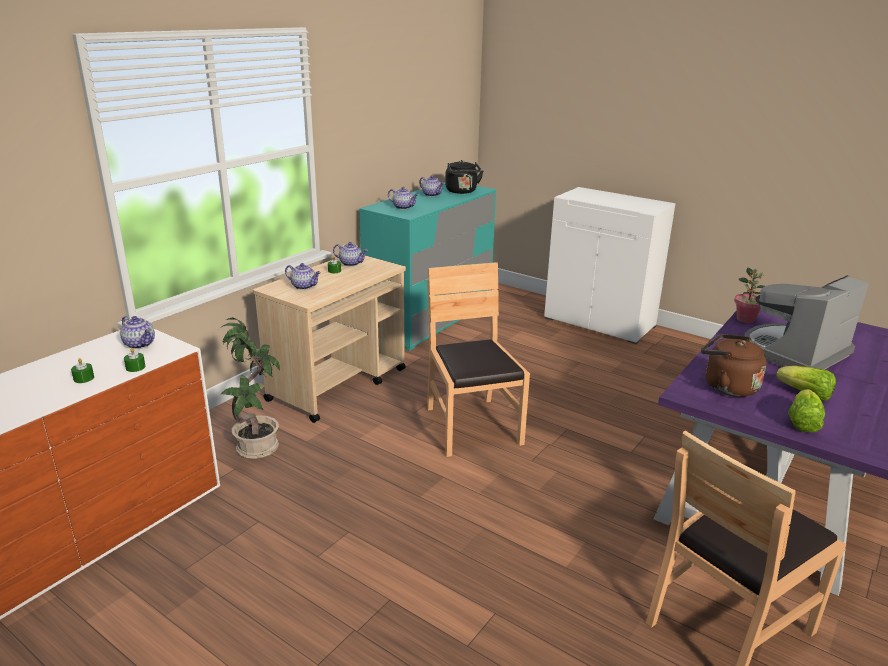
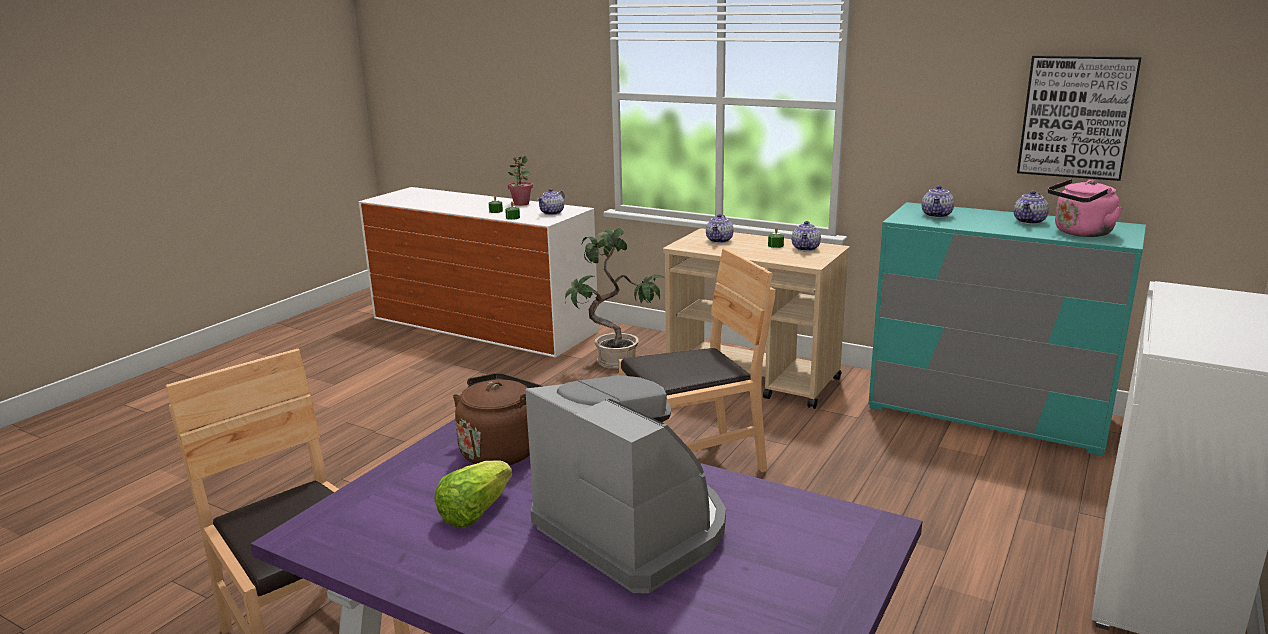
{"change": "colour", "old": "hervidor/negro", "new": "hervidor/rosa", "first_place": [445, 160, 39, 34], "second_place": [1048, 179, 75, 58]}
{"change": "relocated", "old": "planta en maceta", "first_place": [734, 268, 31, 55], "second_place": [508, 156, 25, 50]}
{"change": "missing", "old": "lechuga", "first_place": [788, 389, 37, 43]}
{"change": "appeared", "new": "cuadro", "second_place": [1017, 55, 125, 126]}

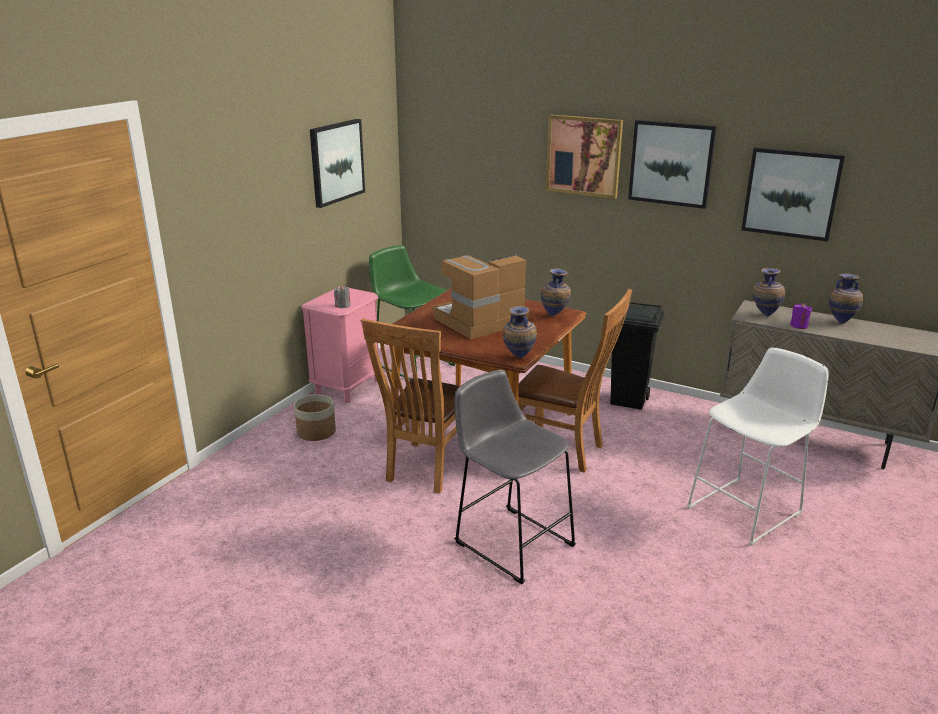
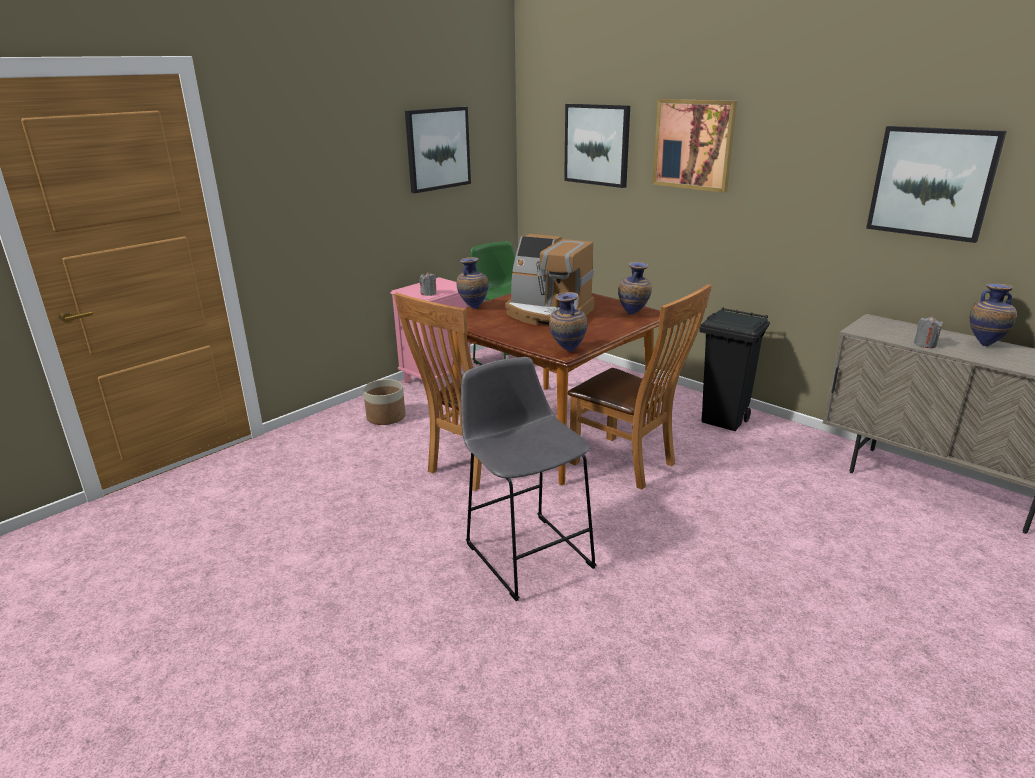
{"change": "spun", "old": "cafetera", "first_place": [432, 254, 97, 85], "second_place": [505, 234, 90, 91], "degrees": -135}
{"change": "relocated", "old": "cuadro", "first_place": [628, 120, 89, 89], "second_place": [564, 104, 66, 84]}
{"change": "missing", "old": "taburete/blanco", "first_place": [687, 347, 142, 199]}
{"change": "relocated", "old": "florero", "first_place": [752, 268, 33, 49], "second_place": [456, 257, 32, 52]}
{"change": "colour", "old": "vela/morado", "new": "vela/gris", "first_place": [790, 303, 22, 26], "second_place": [914, 316, 29, 32]}

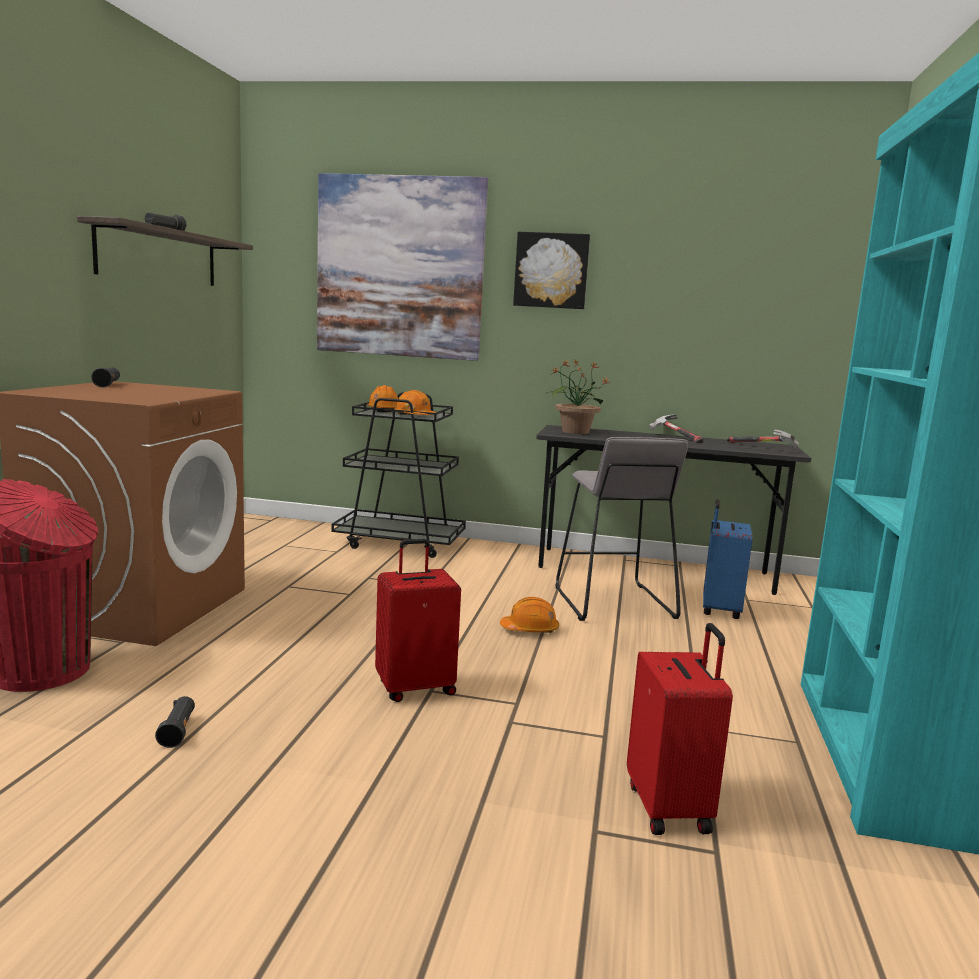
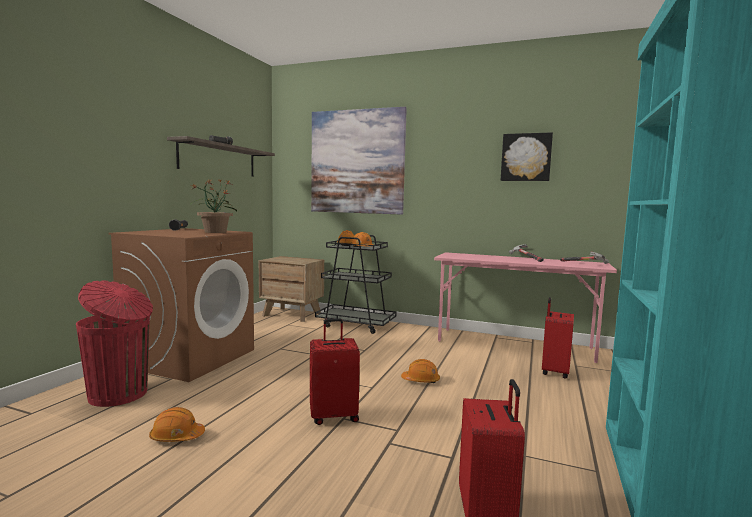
{"change": "exchanged", "old": "linterna/negro", "new": "casco/naranja", "first_place": [155, 696, 40, 52], "second_place": [149, 407, 56, 35]}
{"change": "relocated", "old": "cuadro", "first_place": [513, 232, 77, 77], "second_place": [501, 132, 52, 49]}
{"change": "colour", "old": "escritorio/gris", "new": "escritorio/rosa", "first_place": [536, 425, 275, 170], "second_place": [434, 252, 183, 111]}
{"change": "relocated", "old": "planta en maceta", "first_place": [545, 359, 63, 75], "second_place": [190, 180, 47, 53]}
{"change": "missing", "old": "taburete/gris", "first_place": [555, 437, 133, 184]}
{"change": "colour", "old": "maleta/azul", "new": "maleta/rojo", "first_place": [703, 499, 50, 120], "second_place": [542, 297, 32, 82]}
{"change": "appeared", "new": "mesita de noche/marrón", "second_place": [259, 256, 65, 66]}

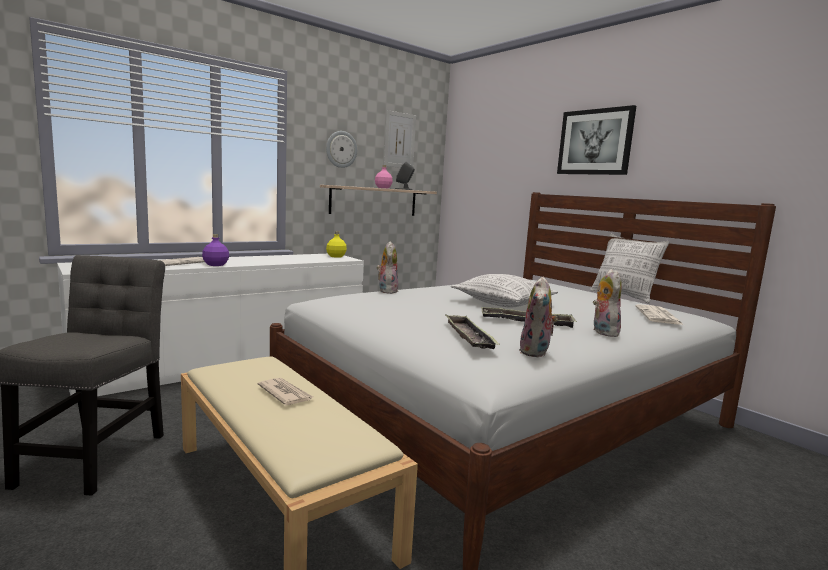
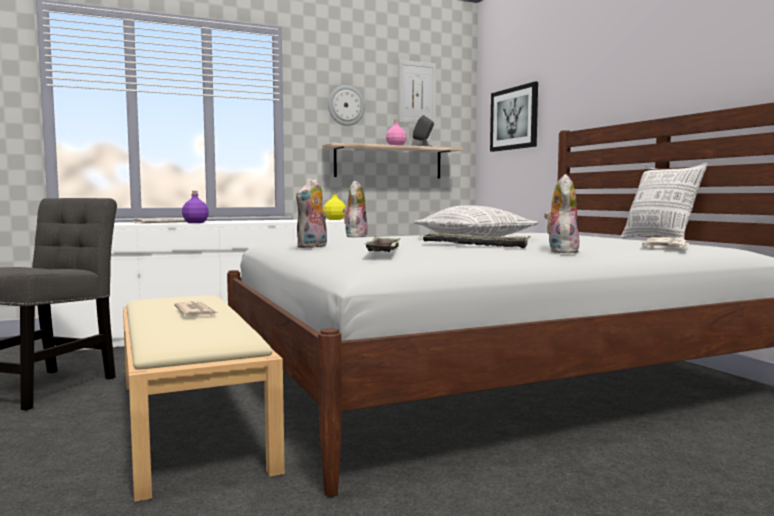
{"change": "relocated", "old": "peluche", "first_place": [520, 277, 38, 80], "second_place": [296, 178, 31, 70]}
{"change": "relocated", "old": "cuadro", "first_place": [557, 105, 79, 70], "second_place": [490, 82, 48, 70]}

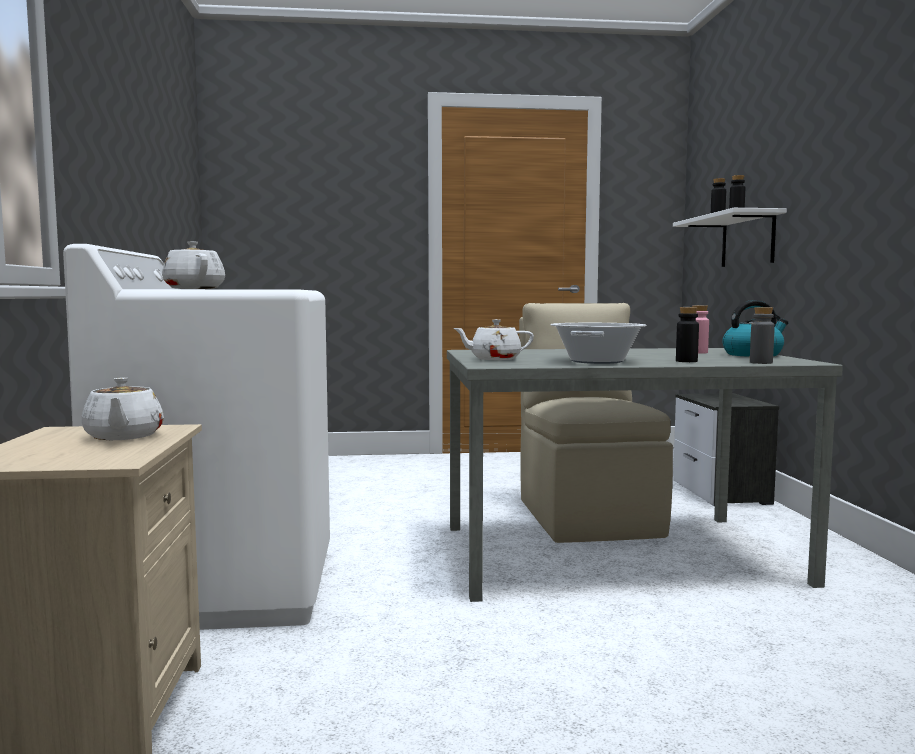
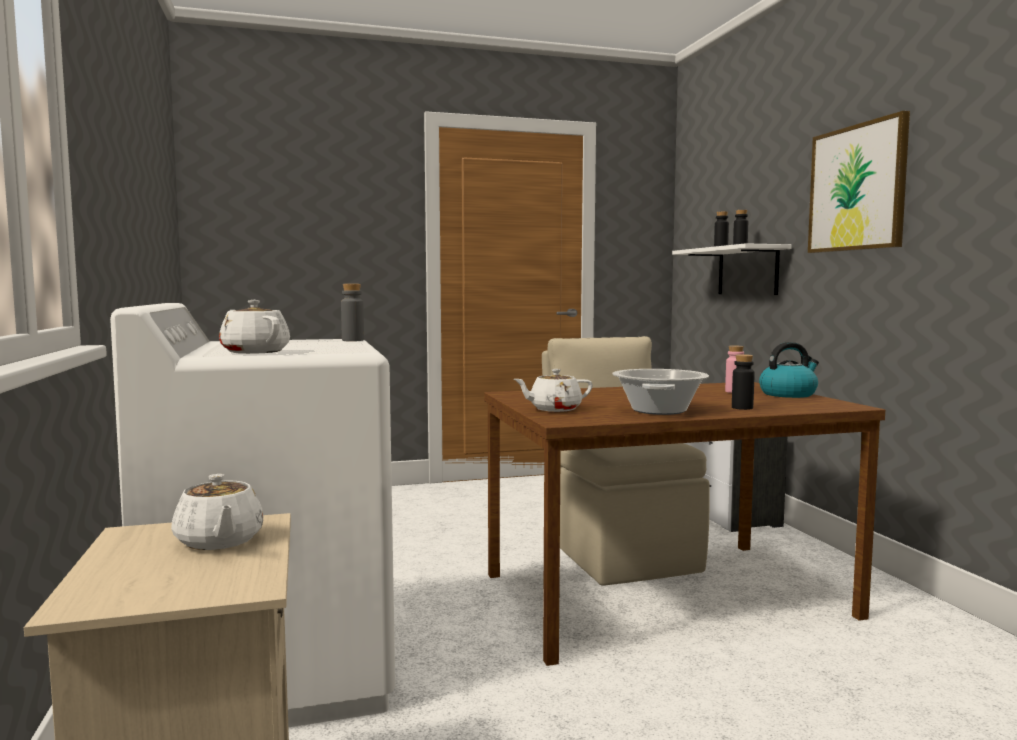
{"change": "colour", "old": "mesa de comedor/gris", "new": "mesa de comedor/marrón", "first_place": [447, 348, 396, 254], "second_place": [484, 382, 401, 284]}
{"change": "relocated", "old": "botella/gris", "first_place": [750, 307, 25, 57], "second_place": [341, 284, 23, 57]}
{"change": "appeared", "new": "cuadro", "second_place": [808, 111, 102, 142]}

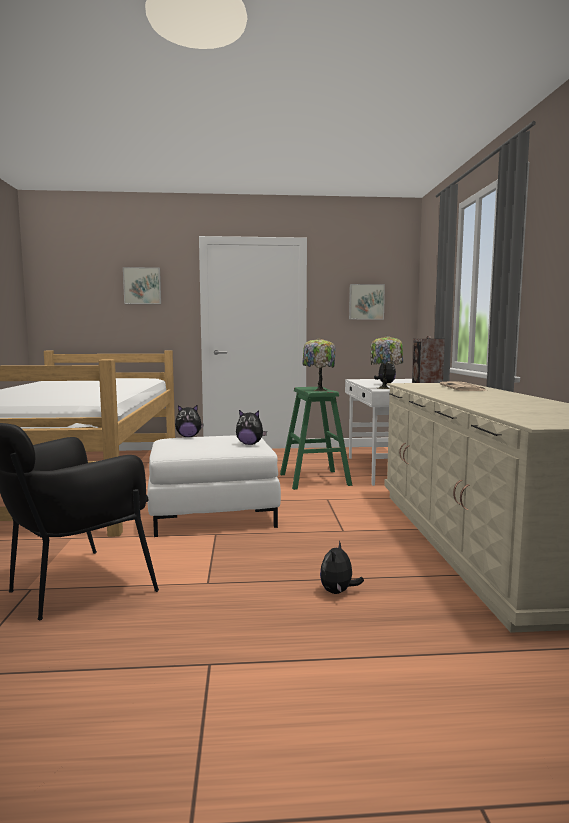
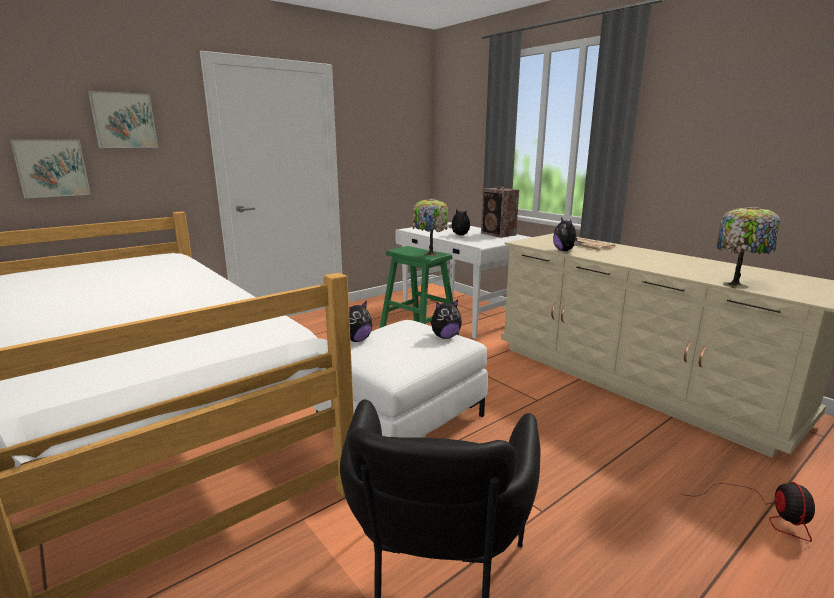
{"change": "relocated", "old": "peluche", "first_place": [320, 540, 44, 54], "second_place": [553, 217, 27, 34]}
{"change": "relocated", "old": "cuadro", "first_place": [349, 284, 36, 36], "second_place": [10, 139, 81, 59]}
{"change": "relocated", "old": "lámpara de mesa", "first_place": [370, 336, 33, 53], "second_place": [717, 206, 63, 83]}
{"change": "appeared", "new": "ventilador", "second_place": [680, 482, 135, 60]}

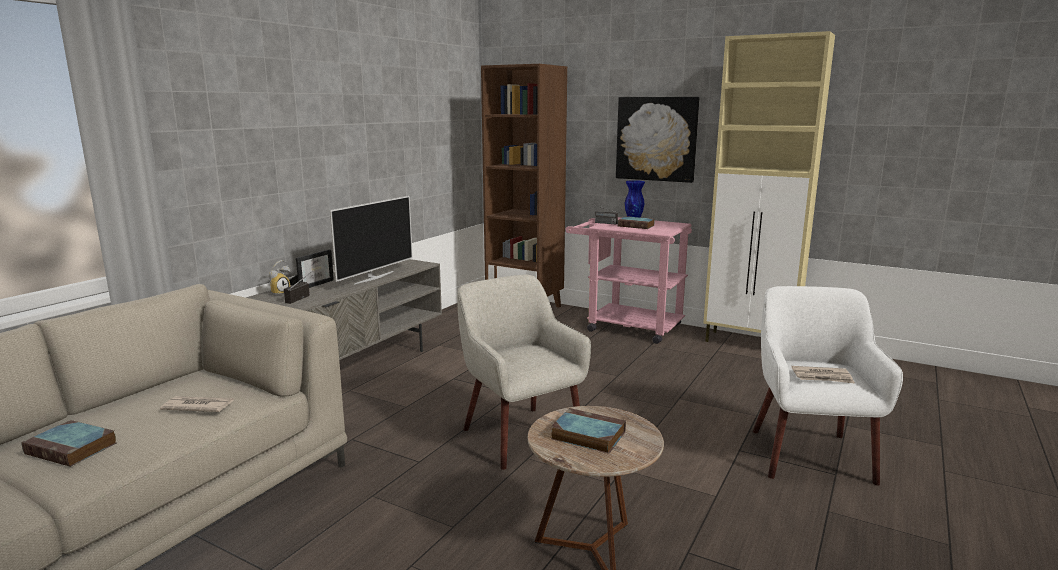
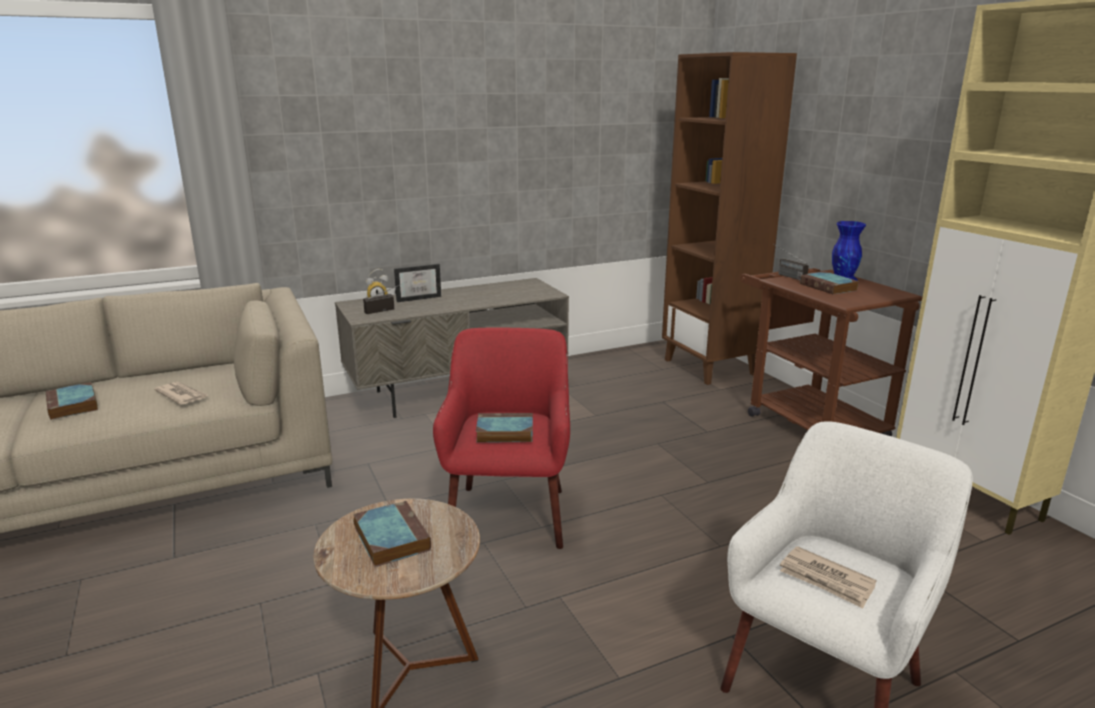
{"change": "missing", "old": "televisor", "first_place": [330, 196, 83, 89]}
{"change": "colour", "old": "sillón/beis", "new": "sillón/rojo", "first_place": [457, 275, 134, 195], "second_place": [433, 328, 137, 221]}
{"change": "colour", "old": "carrito/rosa", "new": "carrito/marrón", "first_place": [565, 217, 127, 127], "second_place": [740, 268, 182, 168]}
{"change": "missing", "old": "cuadro", "first_place": [616, 97, 83, 86]}
{"change": "appeared", "new": "libro", "second_place": [476, 413, 57, 30]}

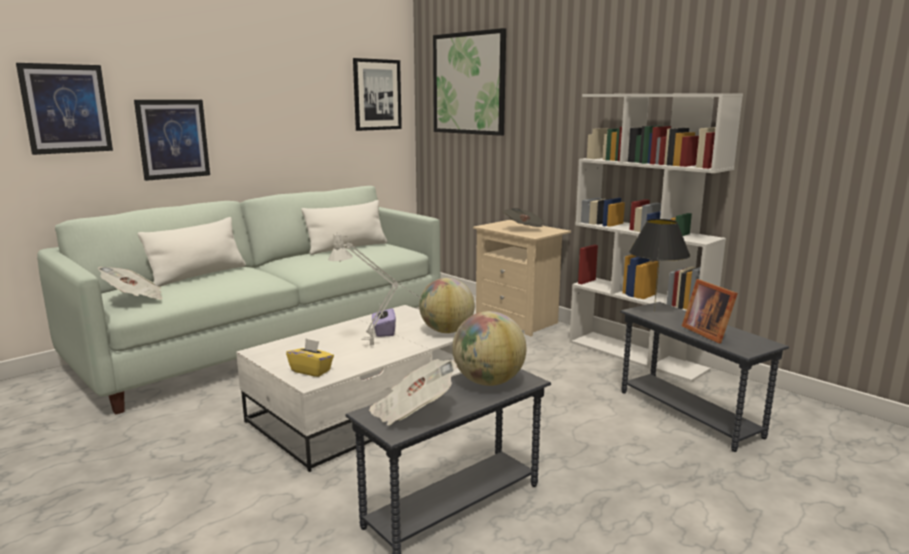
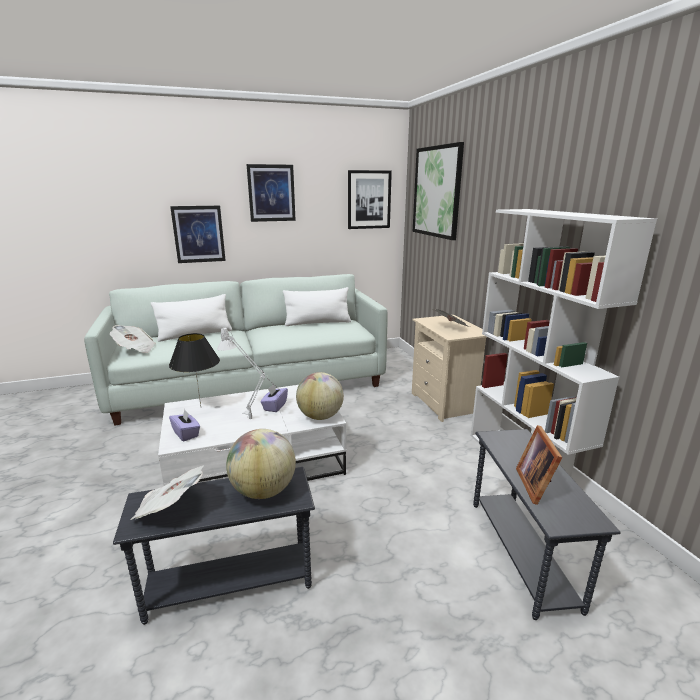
{"change": "relocated", "old": "cuadro", "first_place": [16, 63, 97, 92], "second_place": [247, 164, 49, 58]}
{"change": "colour", "old": "caja de pañuelos/amarillo", "new": "caja de pañuelos/morado", "first_place": [286, 339, 48, 38], "second_place": [169, 409, 31, 33]}
{"change": "relocated", "old": "lámpara de mesa/negro", "first_place": [629, 219, 61, 92], "second_place": [169, 333, 51, 74]}

